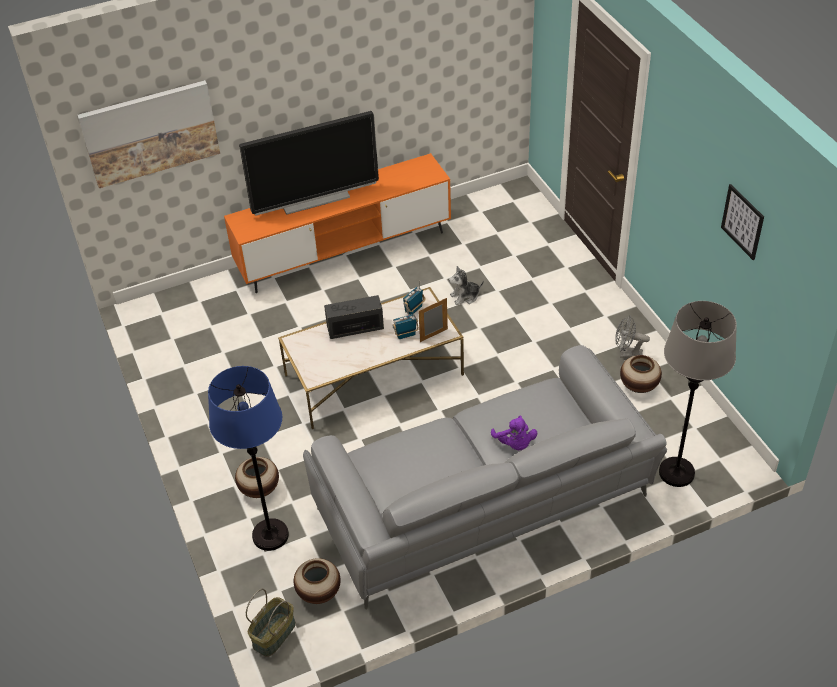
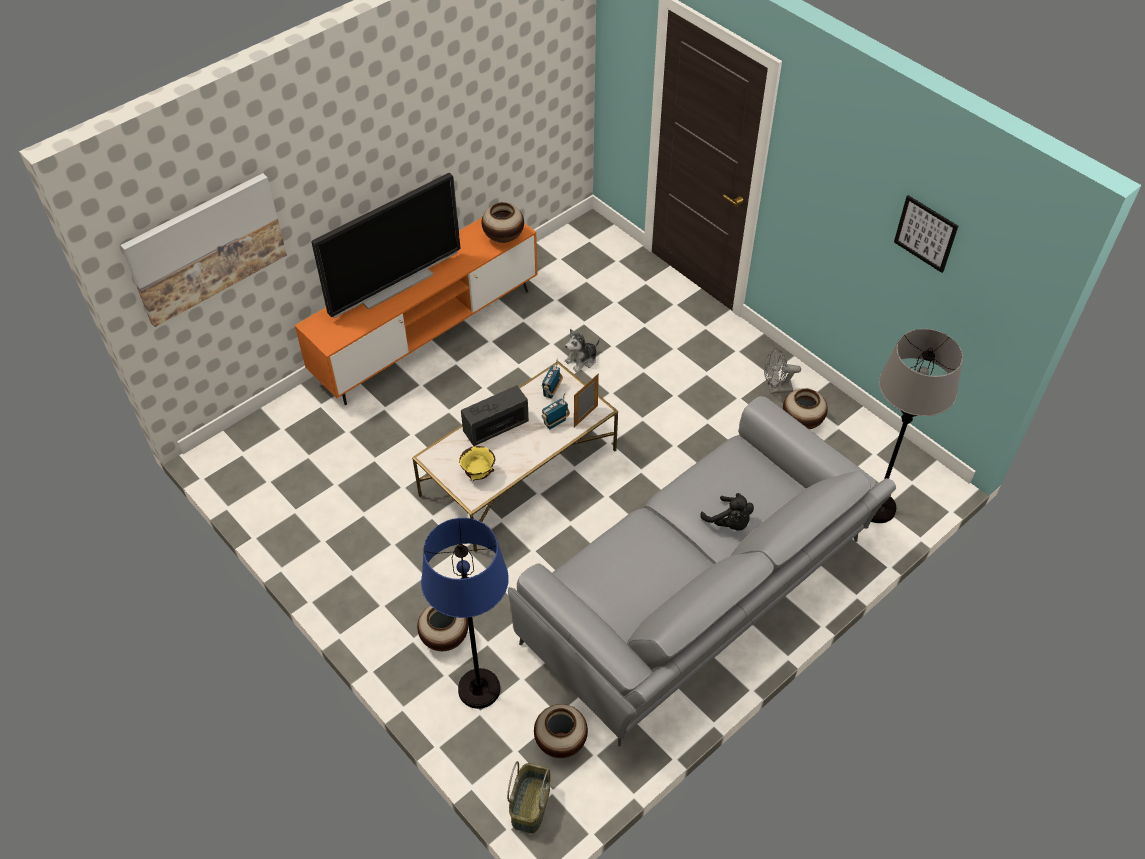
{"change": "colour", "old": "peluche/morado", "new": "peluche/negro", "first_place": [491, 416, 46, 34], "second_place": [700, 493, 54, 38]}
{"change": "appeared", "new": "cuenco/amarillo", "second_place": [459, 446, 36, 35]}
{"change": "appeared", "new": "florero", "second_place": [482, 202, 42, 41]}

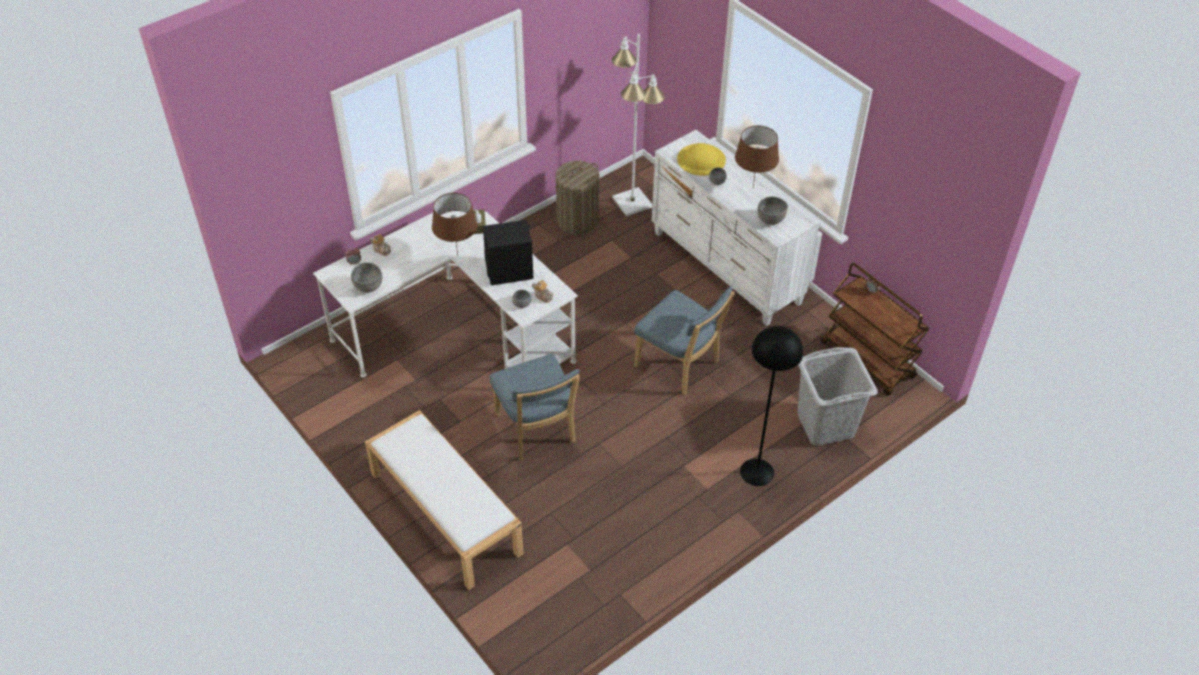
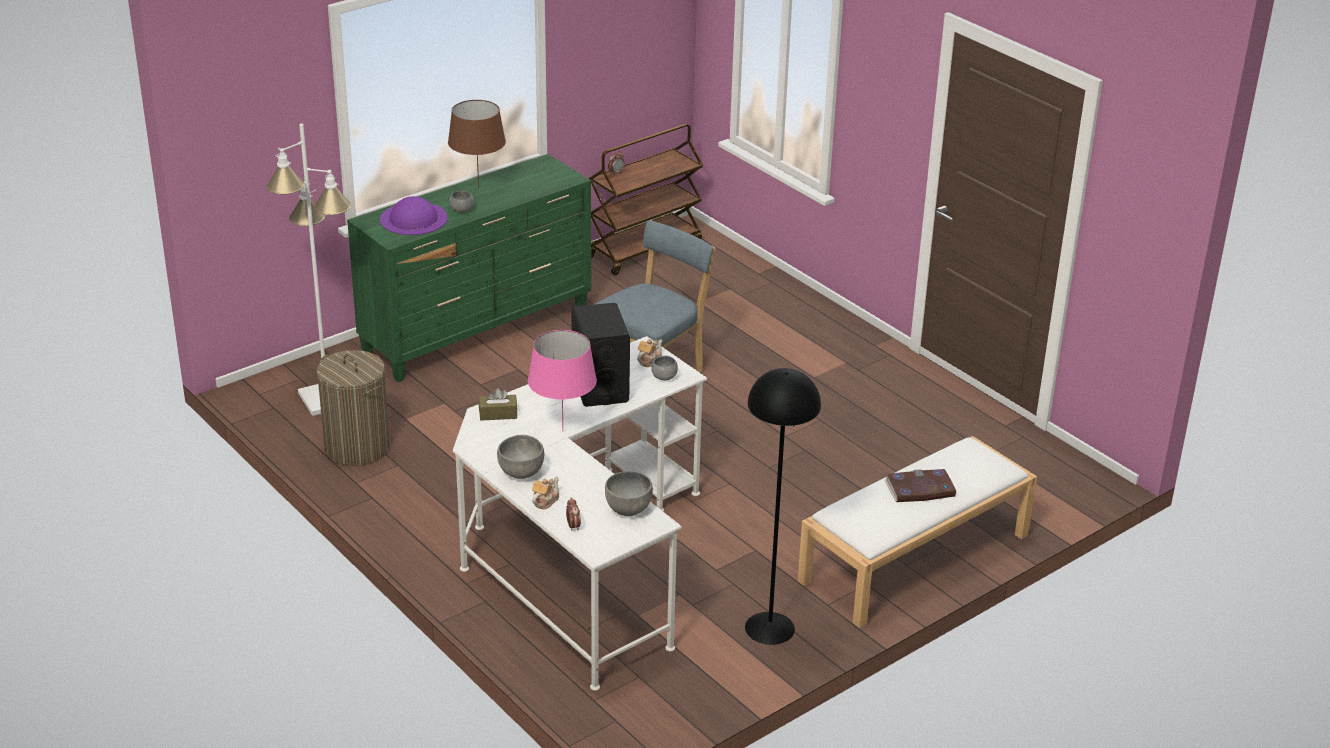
{"change": "colour", "old": "lámpara de mesa/marrón", "new": "lámpara de mesa/rosa", "first_place": [432, 193, 45, 63], "second_place": [528, 330, 69, 102]}
{"change": "missing", "old": "silla/azul", "first_place": [489, 354, 91, 106]}
{"change": "colour", "old": "cómoda/blanco", "new": "cómoda/verde", "first_place": [652, 130, 168, 196], "second_place": [347, 154, 244, 228]}
{"change": "colour", "old": "sombrero/amarillo", "new": "sombrero/morado", "first_place": [677, 143, 49, 33], "second_place": [380, 196, 68, 39]}
{"change": "relocated", "old": "lámpara de pie/negro", "first_place": [740, 326, 63, 160], "second_place": [745, 368, 76, 277]}
{"change": "relocated", "old": "cuenco/gris", "first_place": [757, 197, 31, 28], "second_place": [497, 435, 47, 44]}
{"change": "missing", "old": "cesto de la ropa/gris", "first_place": [797, 347, 81, 99]}
{"change": "appeared", "new": "libro", "second_place": [884, 469, 73, 33]}

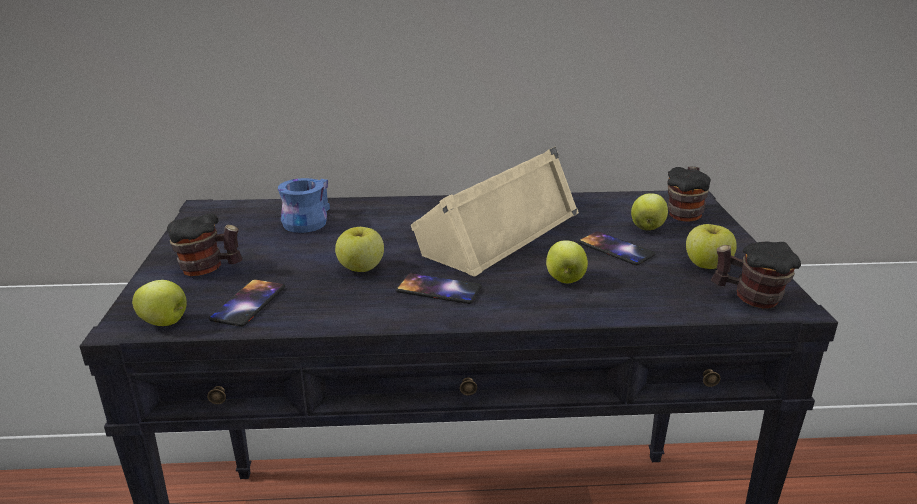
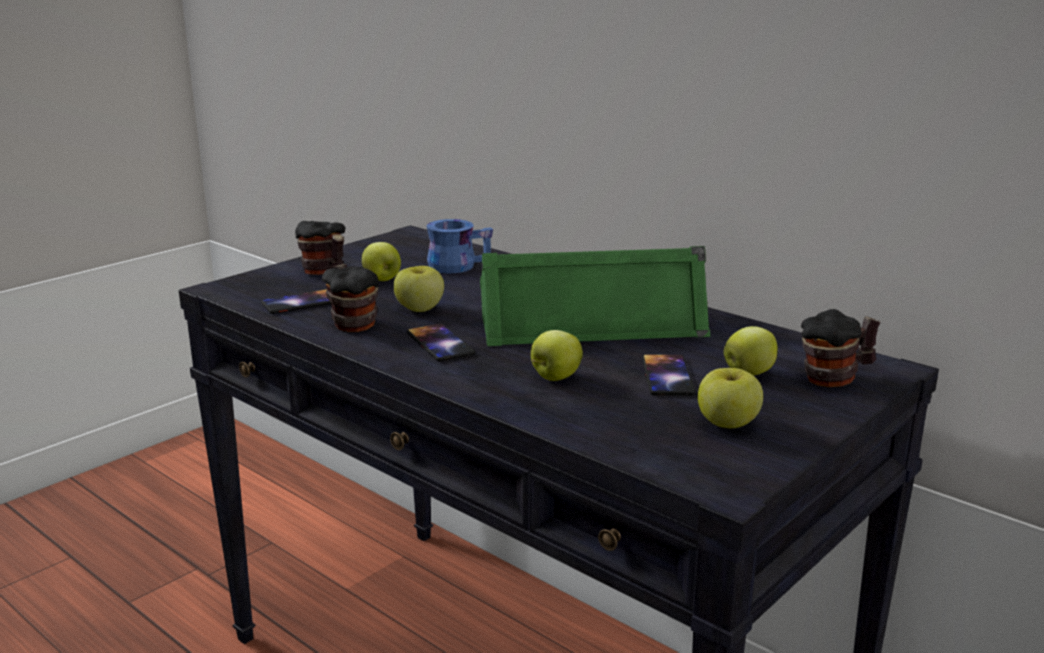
{"change": "relocated", "old": "manzana", "first_place": [132, 280, 55, 46], "second_place": [362, 242, 39, 39]}
{"change": "colour", "old": "altavoz/beis", "new": "altavoz/verde", "first_place": [411, 147, 168, 130], "second_place": [480, 246, 230, 100]}
{"change": "relocated", "old": "taza grande", "first_place": [712, 242, 89, 66], "second_place": [322, 264, 57, 68]}

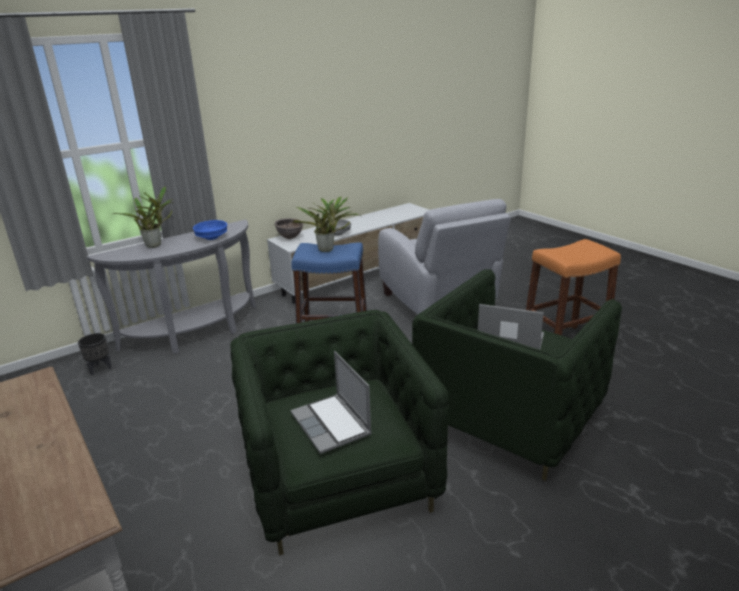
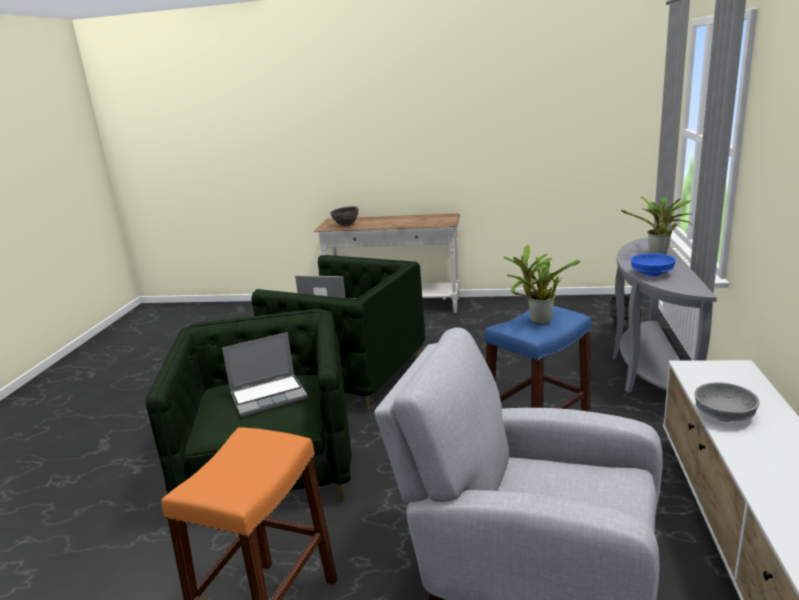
{"change": "relocated", "old": "cuenco/marrón", "first_place": [274, 218, 29, 21], "second_place": [330, 206, 29, 20]}

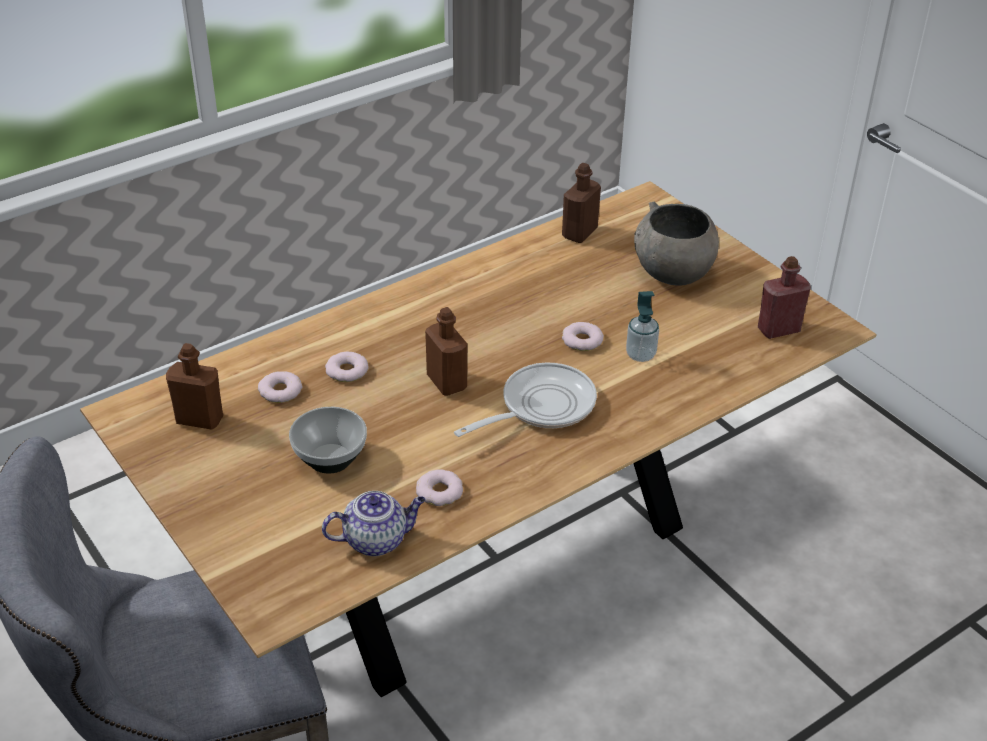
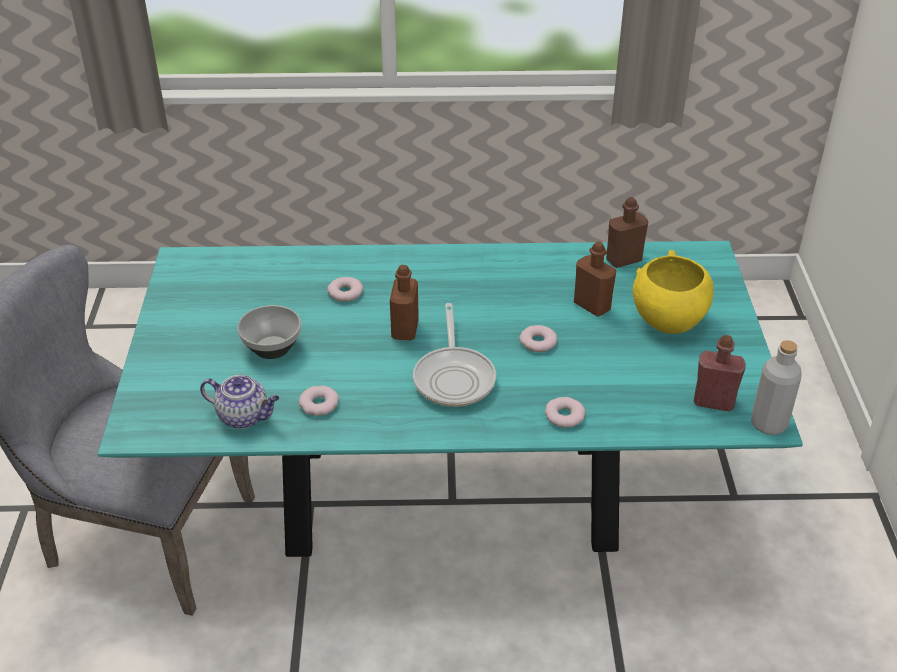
{"change": "colour", "old": "mesa de comedor/marrón", "new": "mesa de comedor/turquesa", "first_place": [80, 181, 797, 516], "second_place": [98, 241, 705, 316]}
{"change": "relocated", "old": "botella/marrón", "first_place": [166, 343, 57, 87], "second_place": [574, 241, 42, 76]}
{"change": "relocated", "old": "rosquilla", "first_place": [258, 371, 44, 32], "second_place": [545, 397, 41, 31]}
{"change": "spun", "old": "sartén", "first_place": [454, 363, 143, 74], "second_place": [413, 303, 83, 104], "degrees": 90}
{"change": "missing", "old": "dispensador de jabón", "first_place": [626, 291, 33, 71]}
{"change": "colour", "old": "cuenco/gris", "new": "cuenco/amarillo", "first_place": [634, 201, 85, 85], "second_place": [633, 250, 80, 84]}
{"change": "appeared", "new": "botella/gris", "second_place": [751, 340, 51, 95]}

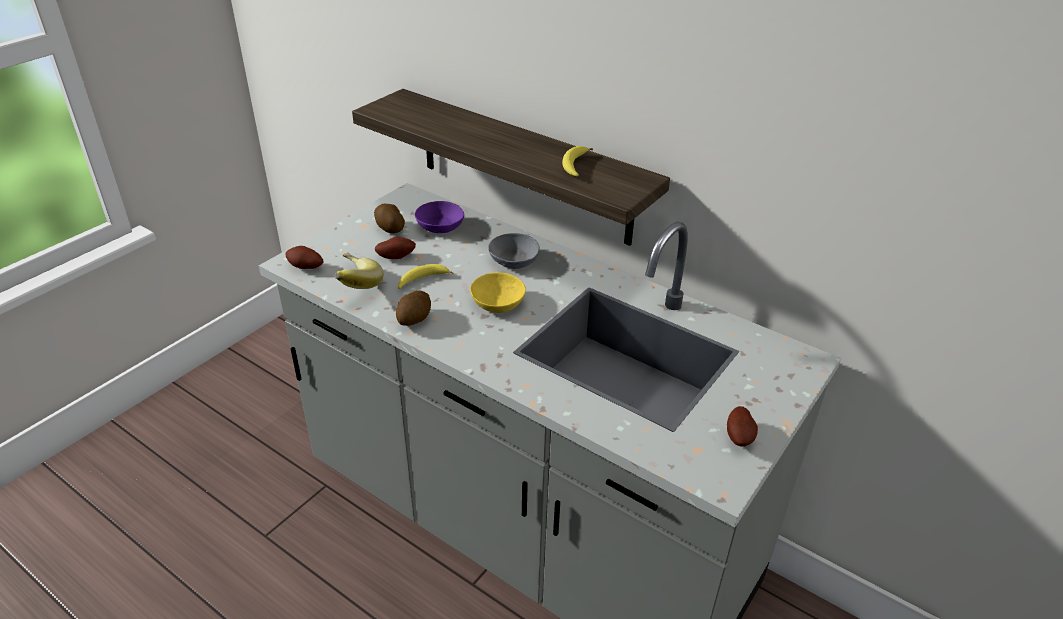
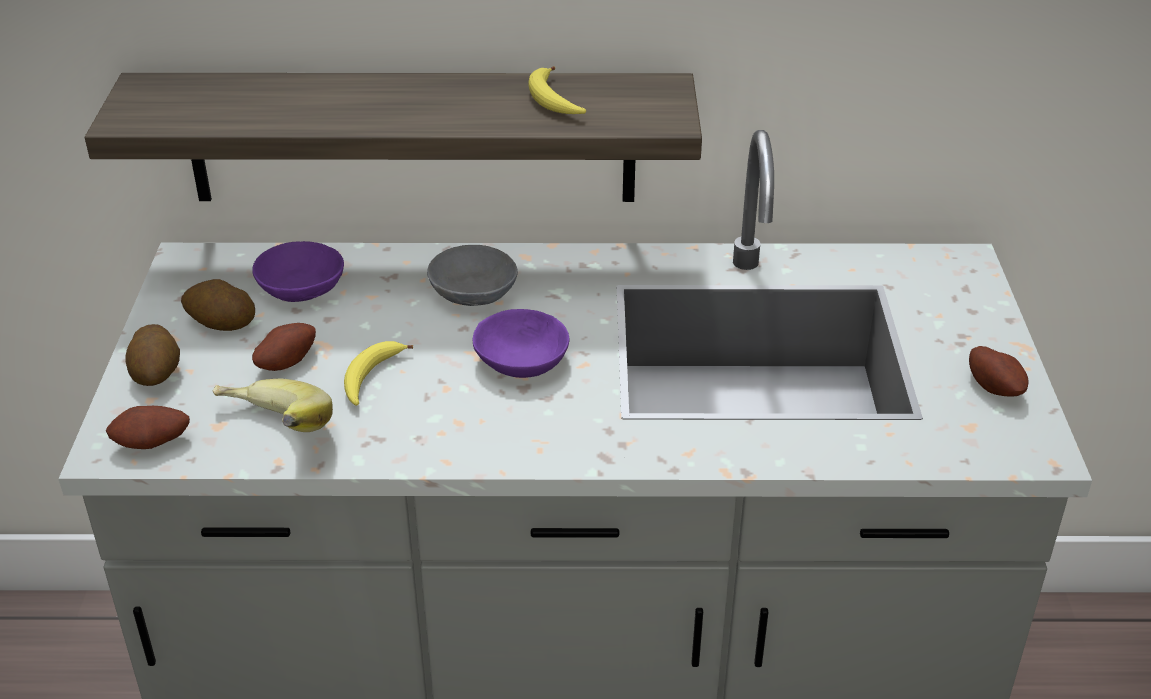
{"change": "relocated", "old": "patata", "first_place": [396, 291, 35, 35], "second_place": [125, 324, 55, 62]}
{"change": "colour", "old": "cuenco/amarillo", "new": "cuenco/morado", "first_place": [470, 272, 56, 41], "second_place": [473, 309, 97, 69]}

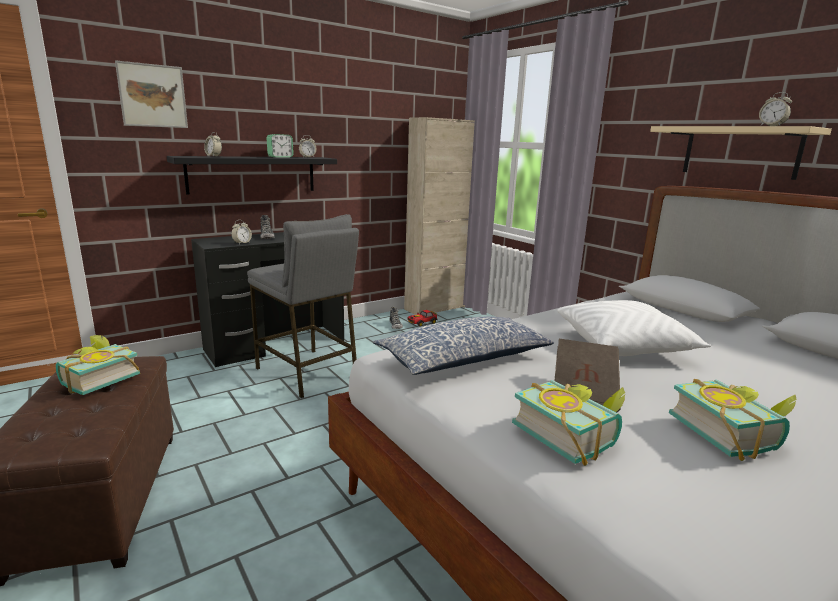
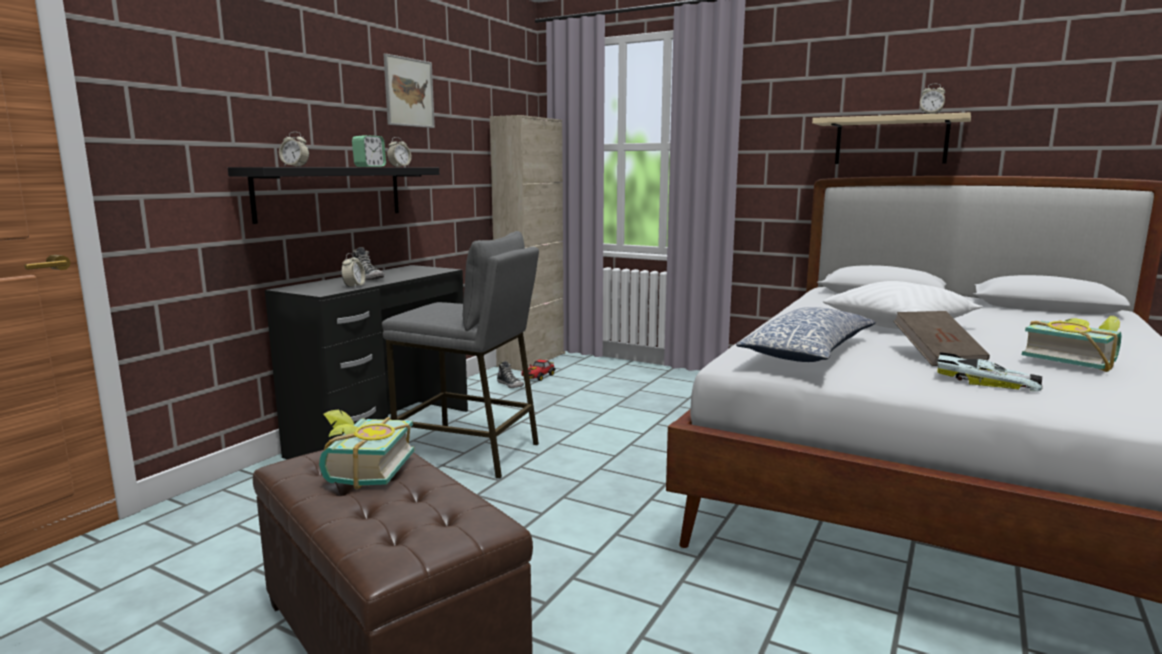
{"change": "relocated", "old": "cuadro", "first_place": [115, 60, 73, 68], "second_place": [384, 53, 51, 75]}
{"change": "exchanged", "old": "libro", "new": "coche de juguete", "first_place": [512, 380, 113, 86], "second_place": [937, 352, 105, 40]}

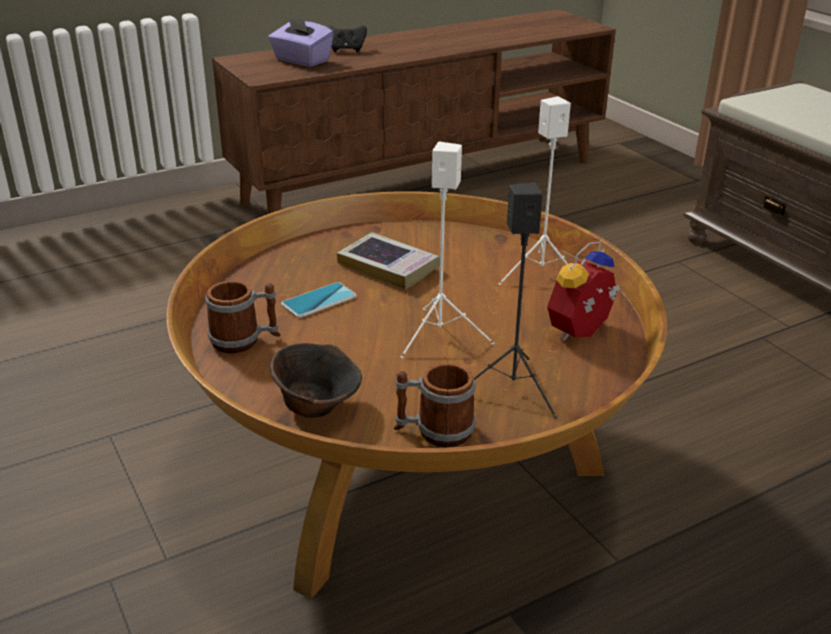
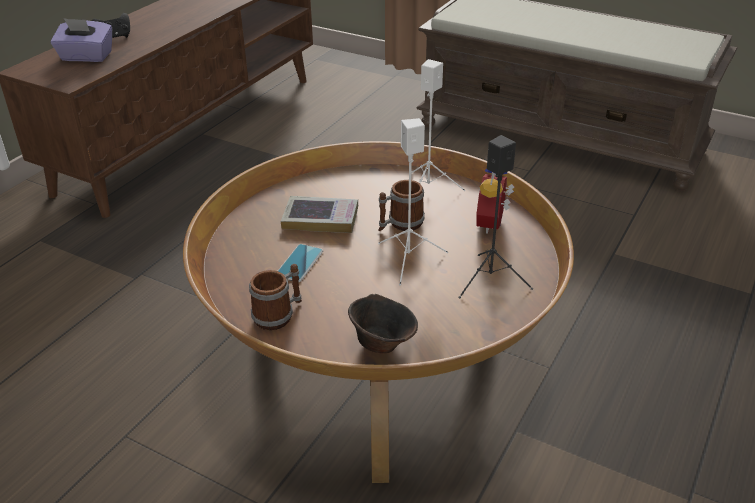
{"change": "relocated", "old": "taza grande", "first_place": [394, 363, 82, 84], "second_place": [378, 180, 47, 51]}

